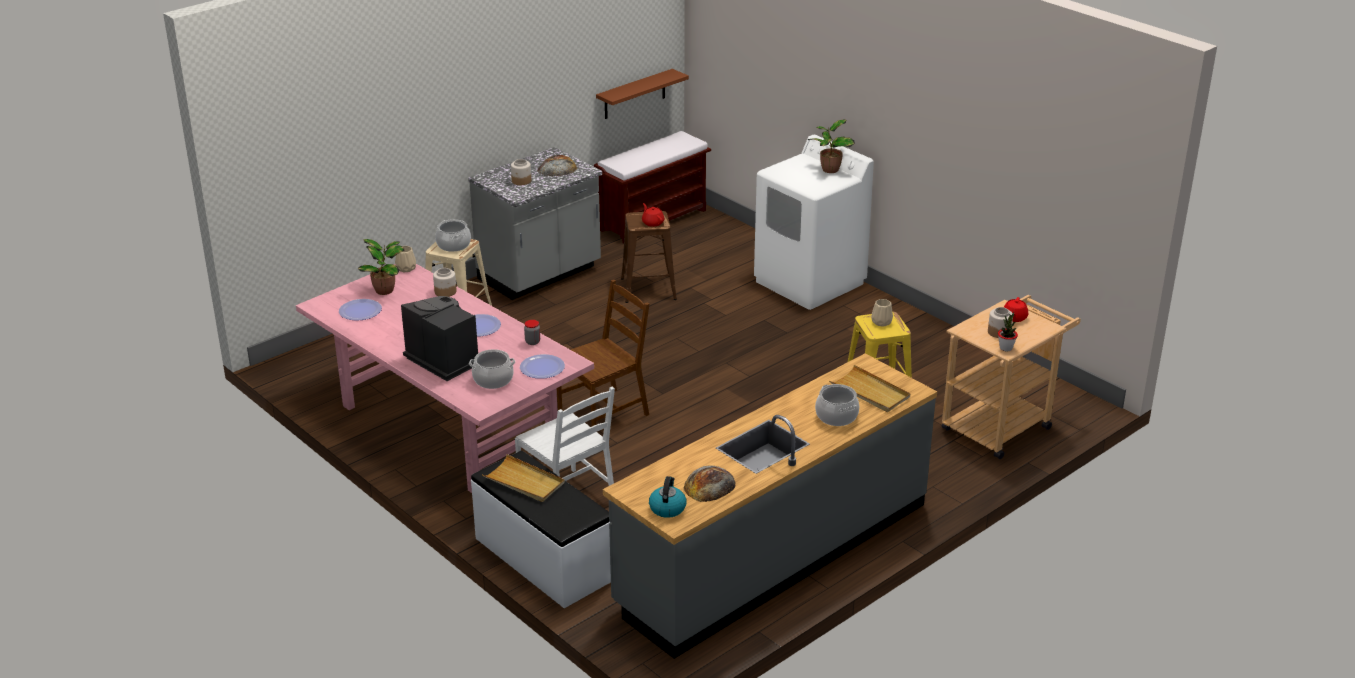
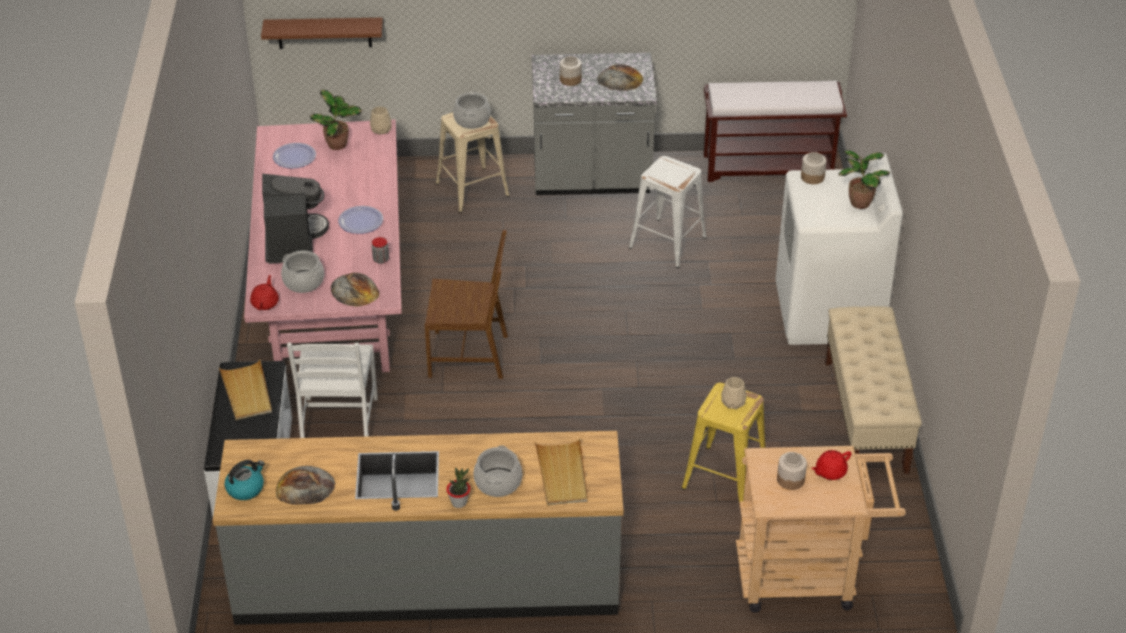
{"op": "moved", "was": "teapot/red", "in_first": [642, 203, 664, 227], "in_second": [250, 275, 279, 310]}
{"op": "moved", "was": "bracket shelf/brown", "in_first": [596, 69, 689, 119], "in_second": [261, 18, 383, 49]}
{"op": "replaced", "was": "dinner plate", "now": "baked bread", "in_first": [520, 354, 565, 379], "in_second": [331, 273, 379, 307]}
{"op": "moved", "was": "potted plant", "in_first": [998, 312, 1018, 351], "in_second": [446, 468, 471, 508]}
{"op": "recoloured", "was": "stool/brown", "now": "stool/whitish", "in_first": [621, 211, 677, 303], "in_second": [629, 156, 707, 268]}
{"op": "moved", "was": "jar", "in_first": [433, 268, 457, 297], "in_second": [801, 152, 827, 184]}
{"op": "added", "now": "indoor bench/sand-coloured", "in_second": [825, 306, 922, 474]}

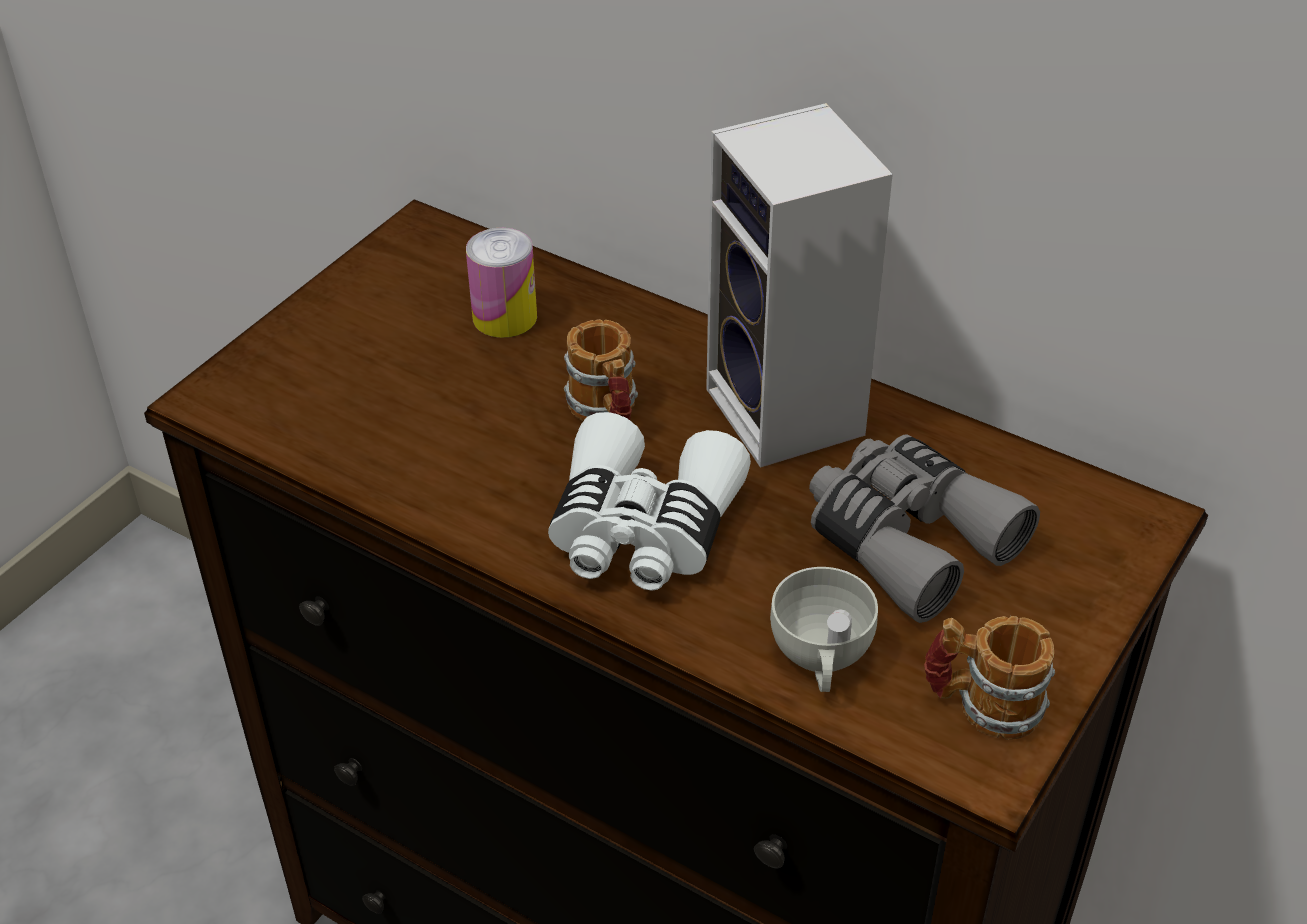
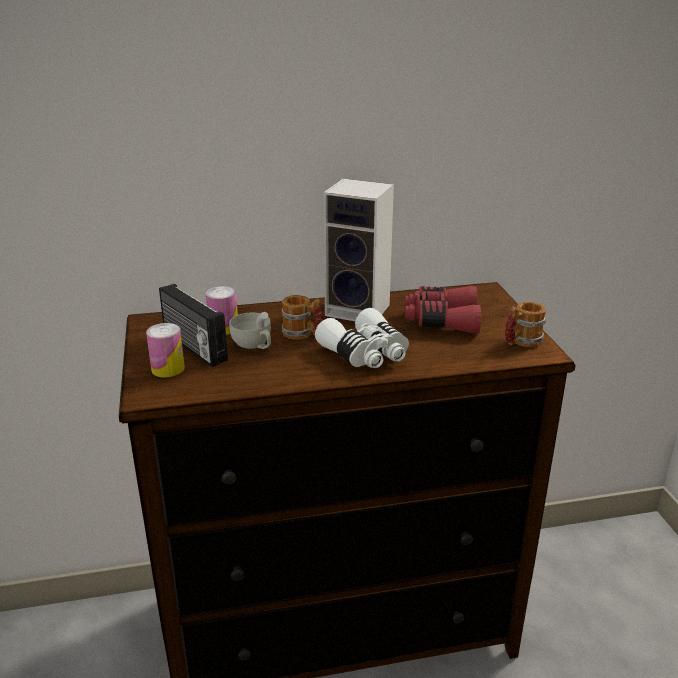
{"op": "added", "now": "can", "in_second": [146, 323, 185, 378]}
{"op": "added", "now": "radio receiver", "in_second": [159, 284, 228, 367]}
{"op": "moved", "was": "drinking cup/whitish", "in_first": [770, 567, 878, 692], "in_second": [229, 312, 271, 349]}
{"op": "recoloured", "was": "pair of binoculars/gray", "now": "pair of binoculars/red", "in_first": [809, 434, 1040, 623], "in_second": [405, 286, 481, 333]}

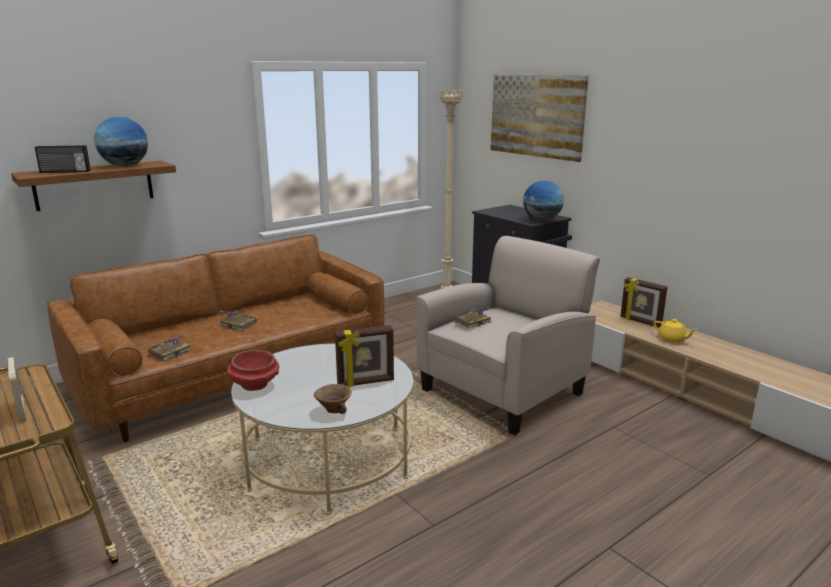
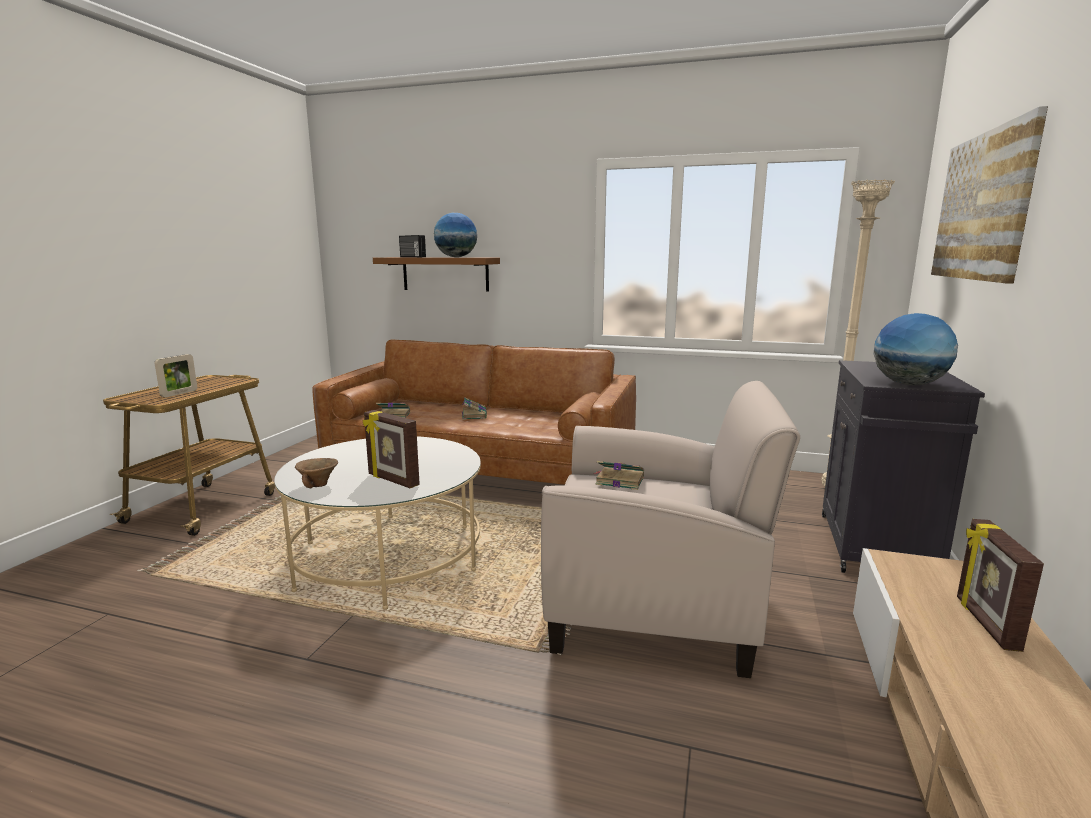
{"op": "removed", "was": "serving bowl/red", "in_first": [227, 350, 279, 391]}
{"op": "removed", "was": "teapot/yellowish", "in_first": [653, 319, 697, 343]}

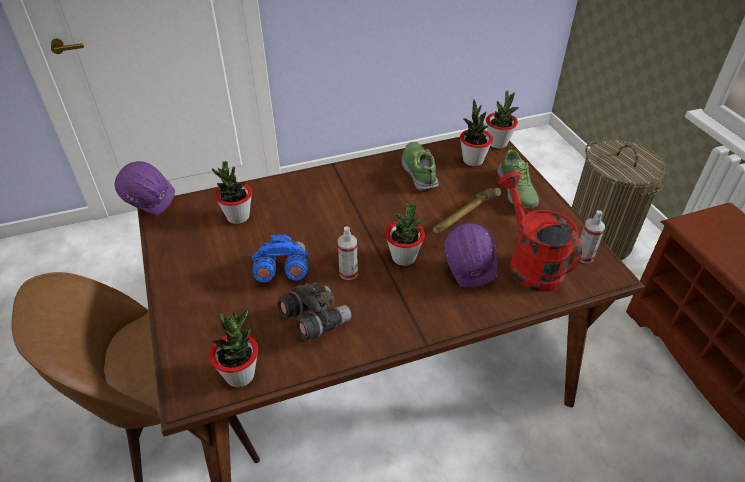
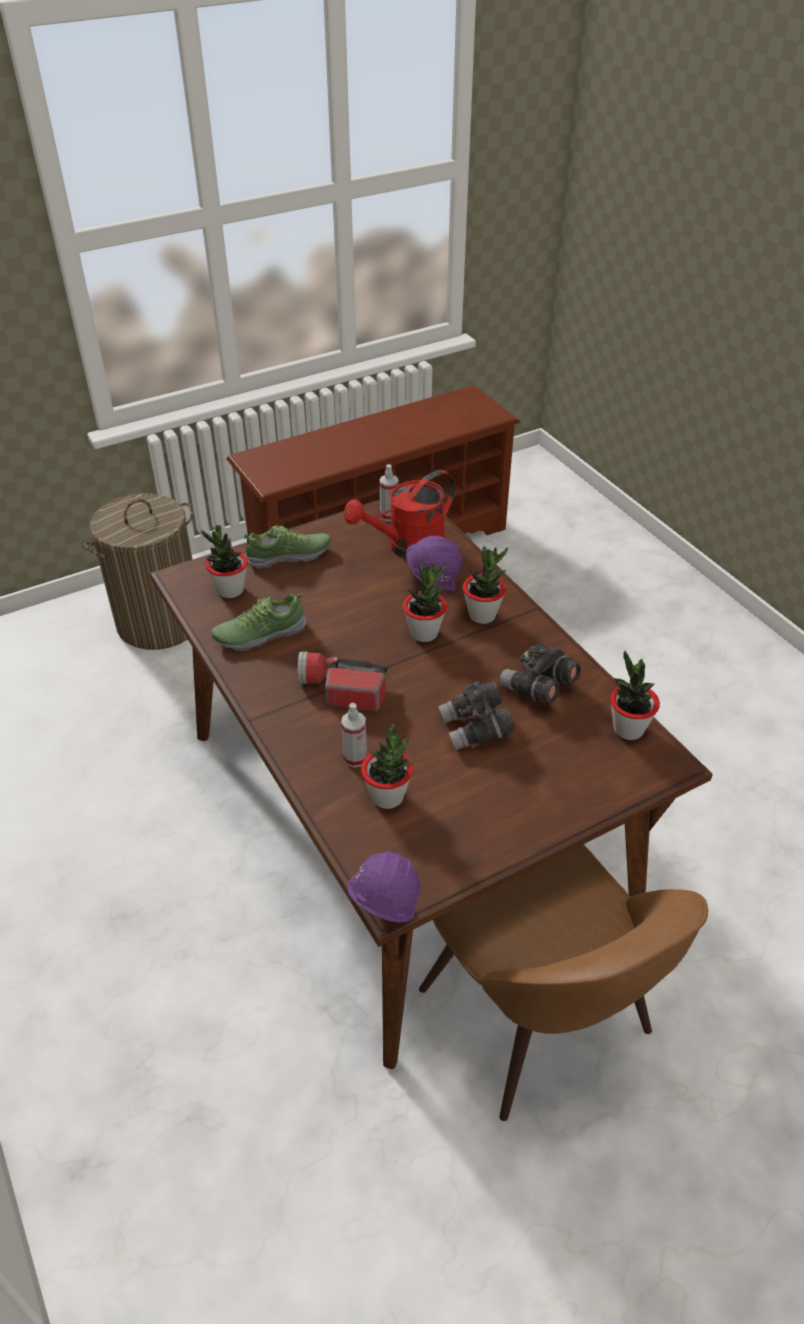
{"op": "added", "now": "torch", "in_second": [298, 652, 388, 711]}
{"op": "moved", "was": "spray bottle", "in_first": [338, 226, 358, 280], "in_second": [341, 703, 367, 767]}
{"op": "recoloured", "was": "pair of binoculars/bluish", "now": "pair of binoculars/gray", "in_first": [252, 234, 308, 282], "in_second": [438, 681, 515, 750]}
{"op": "moved", "was": "potted plant", "in_first": [486, 91, 519, 148], "in_second": [463, 546, 508, 624]}
{"op": "removed", "was": "hand hammer", "in_first": [433, 188, 501, 233]}

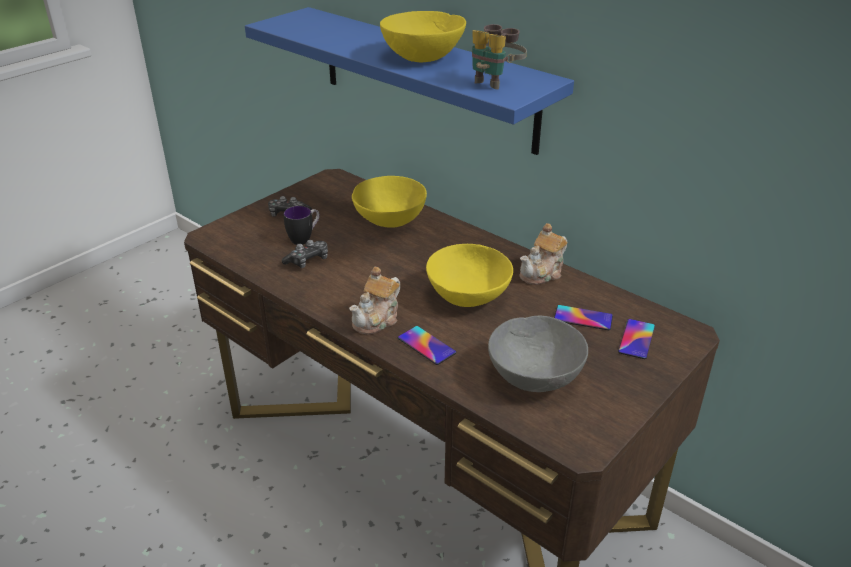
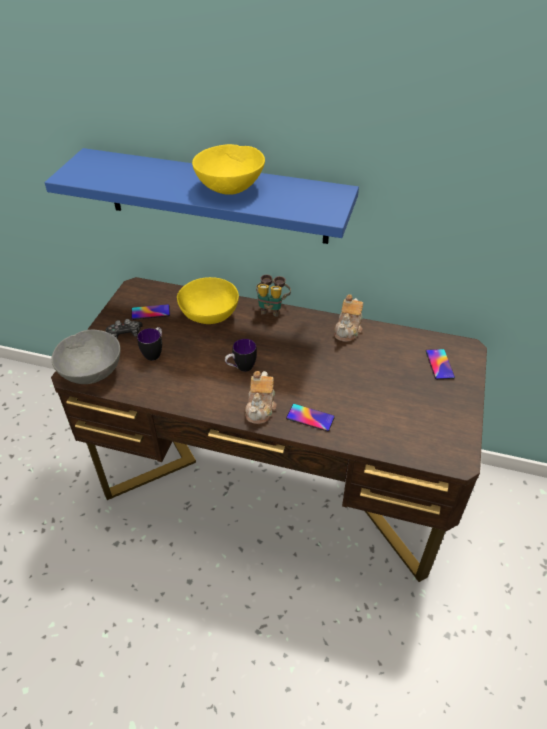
{"op": "moved", "was": "serving bowl/gray", "in_first": [488, 316, 588, 392], "in_second": [52, 330, 121, 384]}
{"op": "moved", "was": "telephone", "in_first": [554, 305, 613, 330], "in_second": [131, 304, 170, 320]}
{"op": "added", "now": "coffee mug", "in_second": [225, 339, 257, 372]}
{"op": "moved", "was": "pair of binoculars", "in_first": [472, 24, 527, 90], "in_second": [256, 274, 291, 317]}
{"op": "removed", "was": "gamepad", "in_first": [282, 240, 328, 268]}
{"op": "removed", "was": "serving bowl/yellowish", "in_first": [426, 244, 513, 307]}

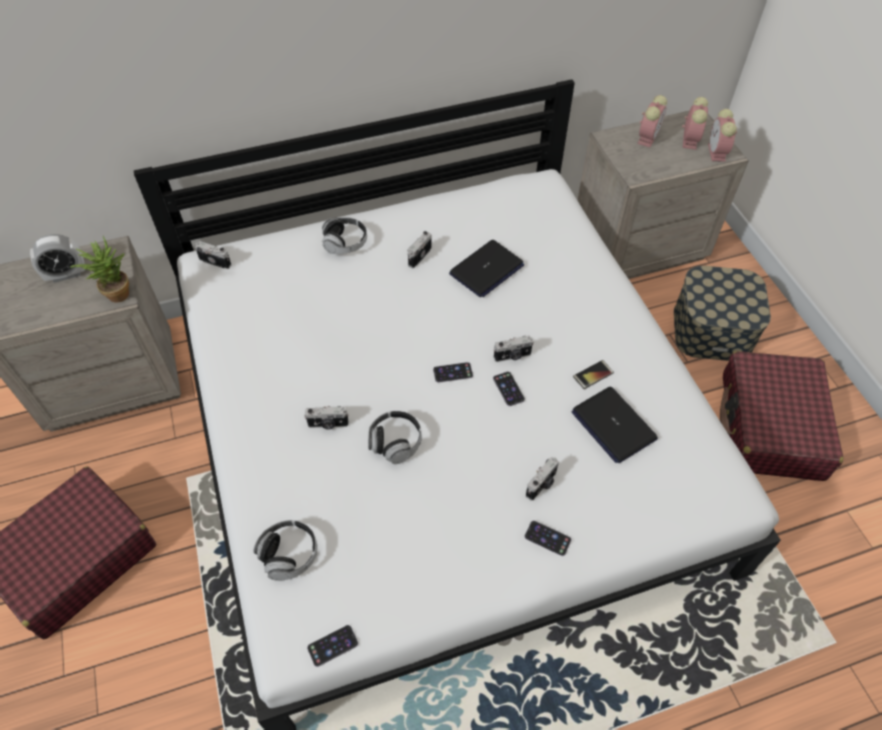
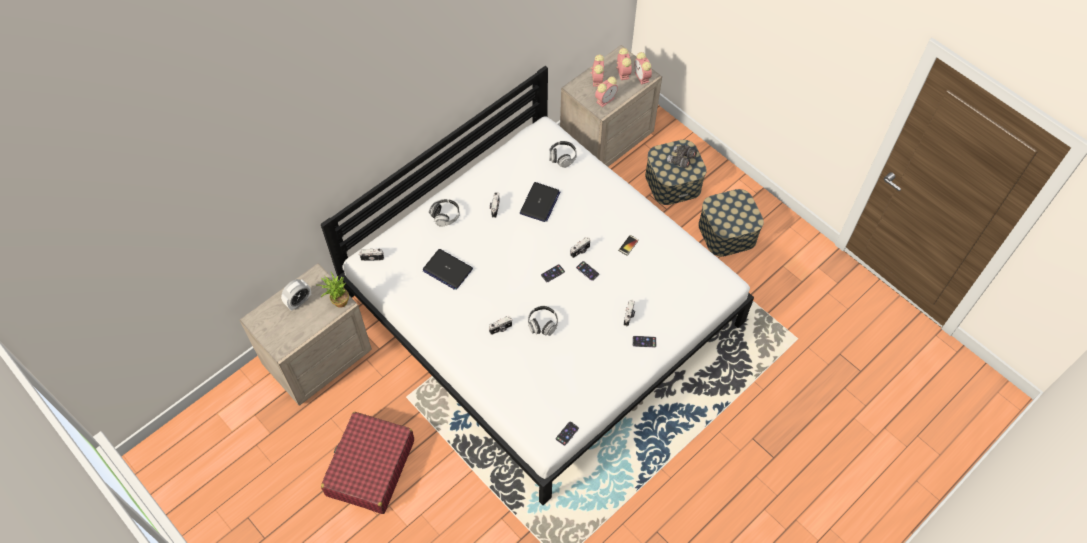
{"op": "moved", "was": "notebook computer", "in_first": [571, 387, 658, 463], "in_second": [423, 249, 473, 290]}
{"op": "moved", "was": "headset", "in_first": [254, 520, 317, 581], "in_second": [549, 141, 577, 168]}
{"op": "added", "now": "alarm clock", "in_second": [595, 77, 618, 107]}
{"op": "added", "now": "pair of binoculars/gray", "in_second": [667, 145, 697, 168]}
{"op": "replaced", "was": "piece of luggage/red", "now": "storage bin", "in_first": [720, 351, 843, 481], "in_second": [698, 189, 764, 257]}

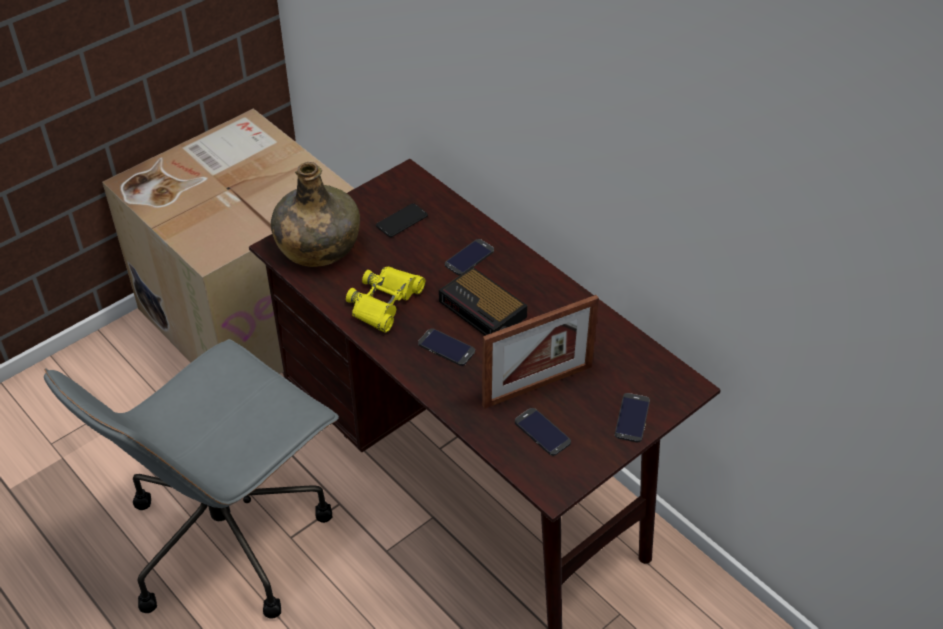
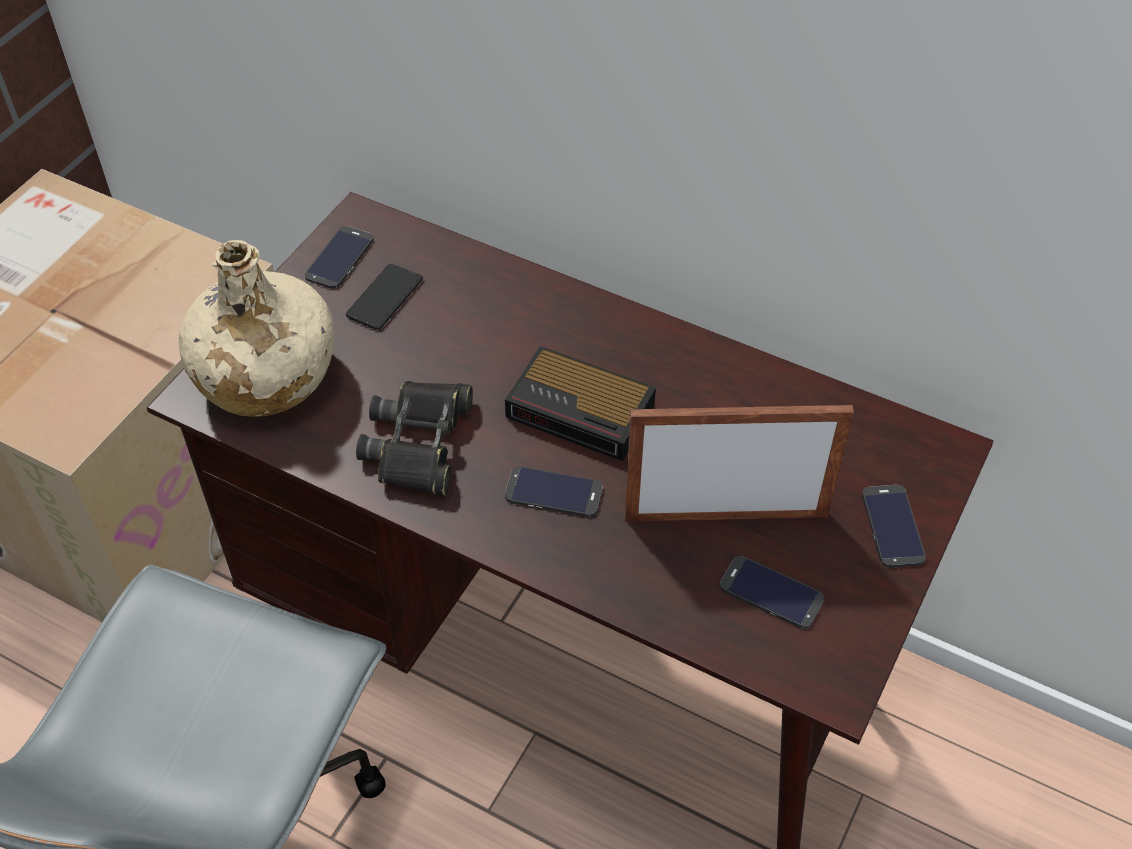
{"op": "recoloured", "was": "drink bottle/green-coloured", "now": "drink bottle/sand-coloured", "in_first": [271, 162, 360, 267], "in_second": [179, 240, 334, 417]}
{"op": "moved", "was": "telephone", "in_first": [445, 239, 494, 276], "in_second": [305, 226, 373, 289]}
{"op": "recoloured", "was": "pair of binoculars/yellowish", "now": "pair of binoculars/black", "in_first": [346, 267, 426, 333], "in_second": [356, 381, 473, 496]}
{"op": "turned", "was": "photo frame", "in_first": [482, 295, 599, 409], "in_second": [625, 405, 854, 522], "clockwise": -135}

